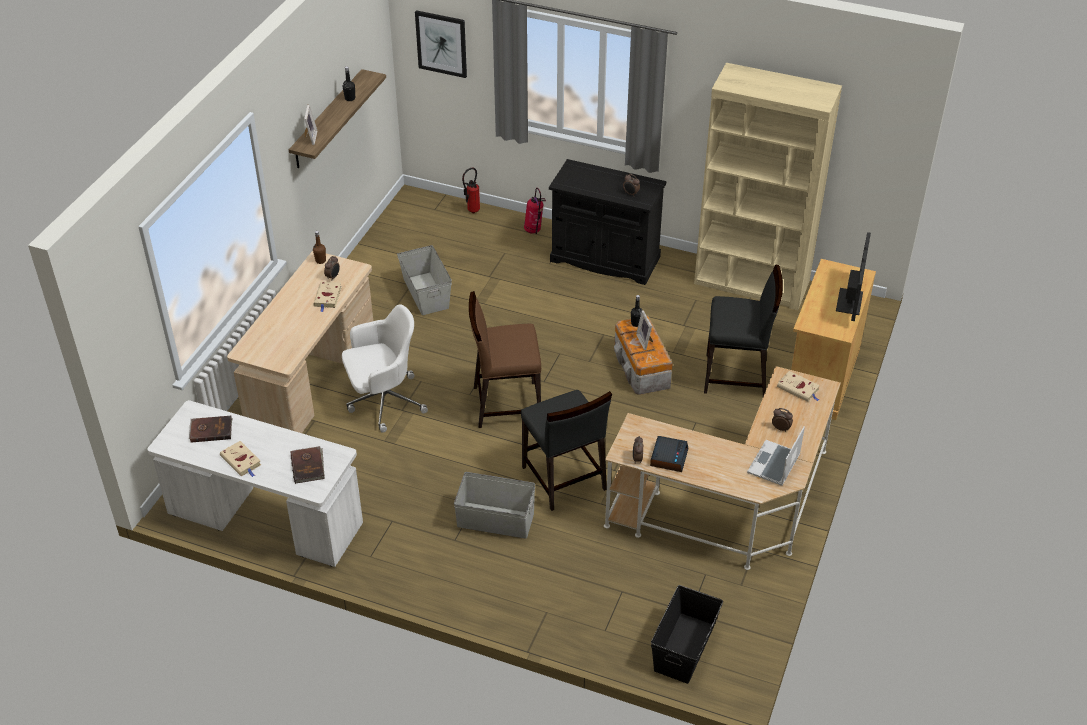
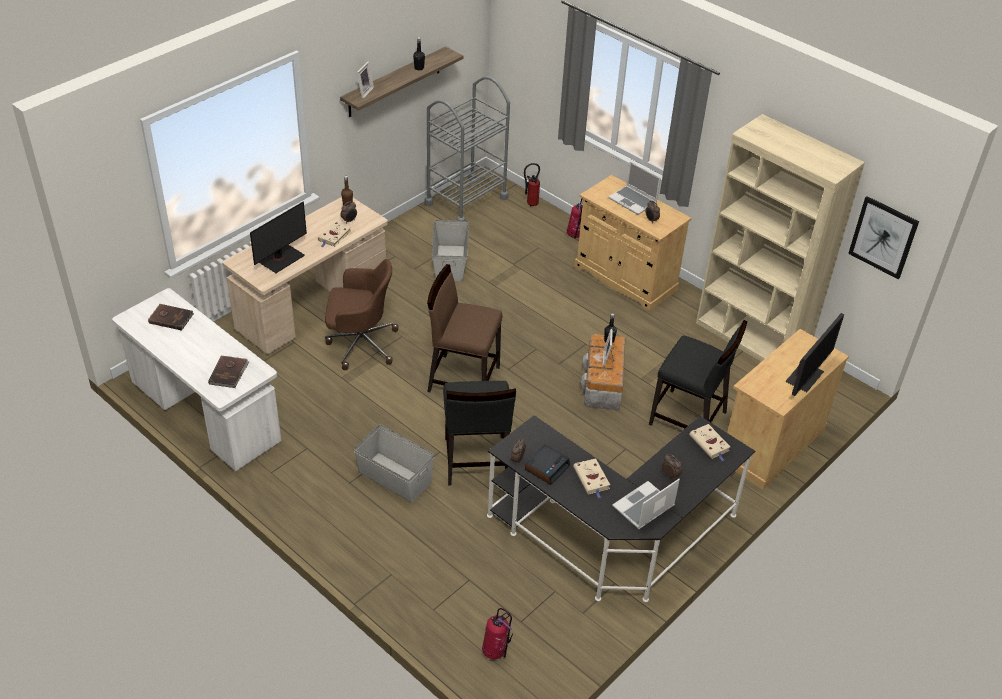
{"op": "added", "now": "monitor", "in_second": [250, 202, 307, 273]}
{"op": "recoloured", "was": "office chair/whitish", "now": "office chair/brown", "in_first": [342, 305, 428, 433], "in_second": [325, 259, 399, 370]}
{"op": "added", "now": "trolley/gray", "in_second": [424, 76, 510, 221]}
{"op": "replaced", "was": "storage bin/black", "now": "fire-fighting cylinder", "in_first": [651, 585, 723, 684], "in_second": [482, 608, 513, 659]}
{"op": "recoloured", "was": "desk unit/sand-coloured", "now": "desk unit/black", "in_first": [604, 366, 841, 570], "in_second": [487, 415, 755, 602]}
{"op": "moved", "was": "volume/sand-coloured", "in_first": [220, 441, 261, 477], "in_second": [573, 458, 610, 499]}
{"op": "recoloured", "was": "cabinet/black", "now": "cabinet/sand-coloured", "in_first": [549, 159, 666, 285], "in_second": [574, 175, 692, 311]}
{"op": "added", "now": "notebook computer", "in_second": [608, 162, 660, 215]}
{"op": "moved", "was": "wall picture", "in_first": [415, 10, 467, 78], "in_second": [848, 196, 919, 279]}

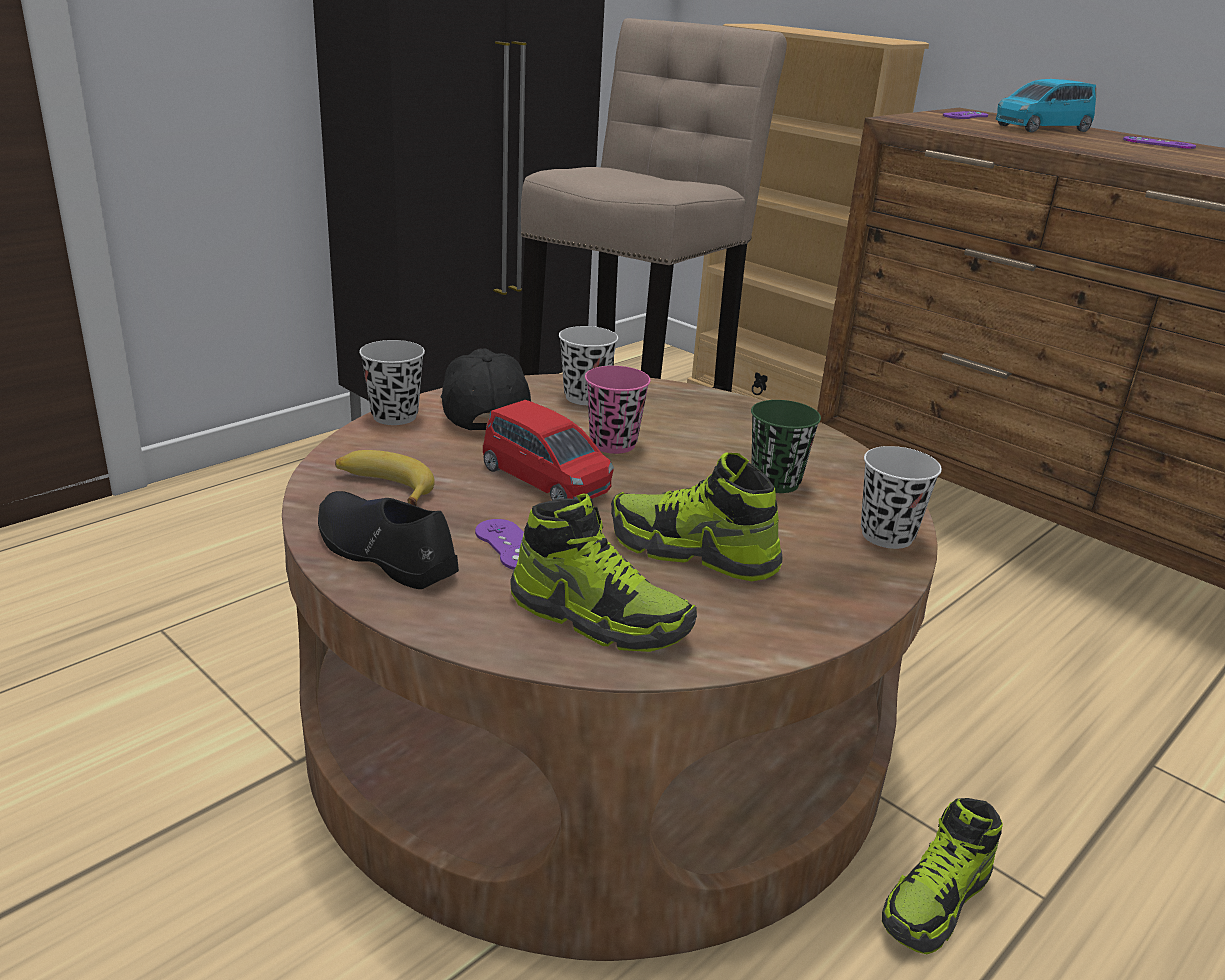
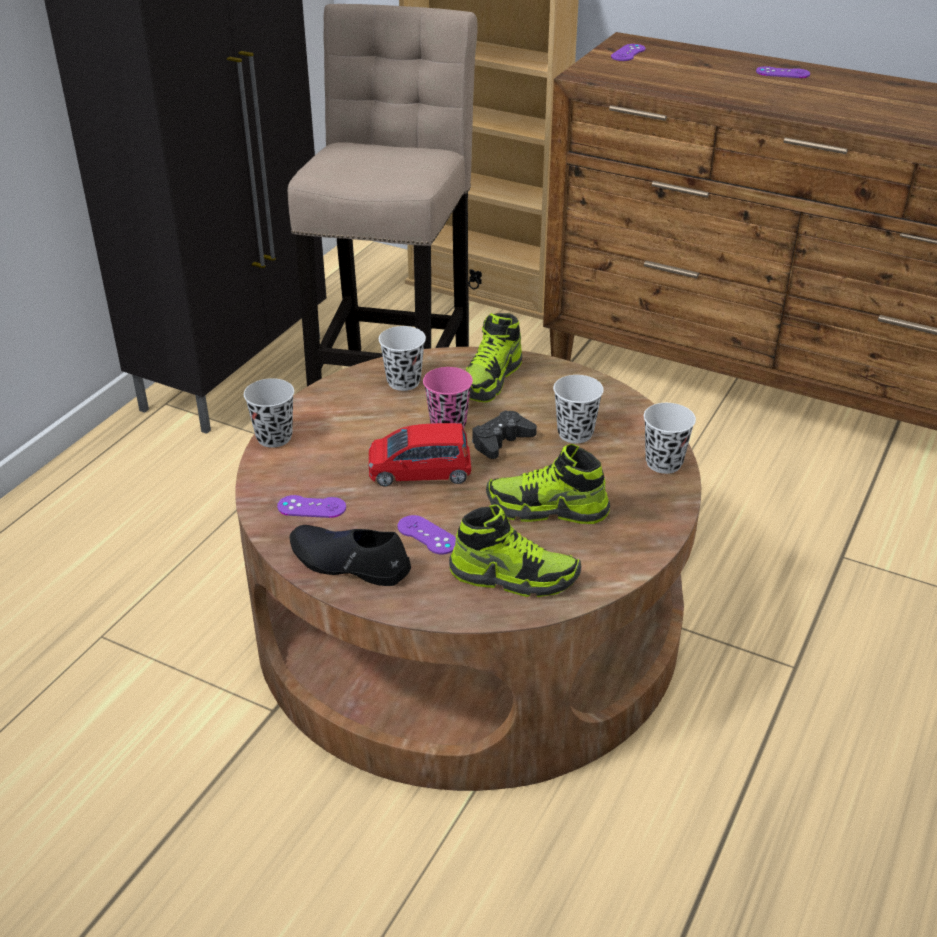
{"op": "replaced", "was": "banana", "now": "gamepad/purple", "in_first": [335, 450, 435, 506], "in_second": [277, 495, 346, 518]}
{"op": "turned", "was": "model car/red", "in_first": [483, 400, 614, 500], "in_second": [369, 423, 471, 486], "clockwise": 150}
{"op": "moved", "was": "shoe", "in_first": [882, 798, 1003, 954], "in_second": [466, 313, 522, 402]}
{"op": "added", "now": "gamepad/black", "in_second": [472, 410, 537, 459]}
{"op": "recoloured", "was": "drinking cup/green-coloured", "now": "drinking cup/whitish", "in_first": [751, 400, 821, 493], "in_second": [553, 375, 604, 444]}
{"op": "removed", "was": "baseball cap/black", "in_first": [440, 349, 531, 431]}
{"op": "removed", "was": "model car/bluish", "in_first": [996, 79, 1096, 132]}

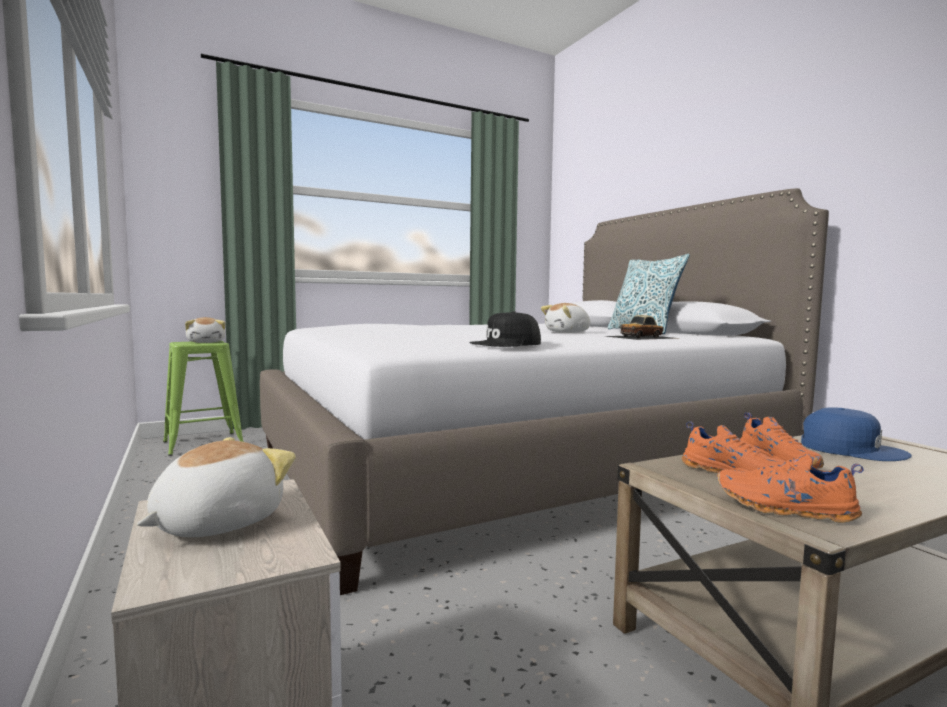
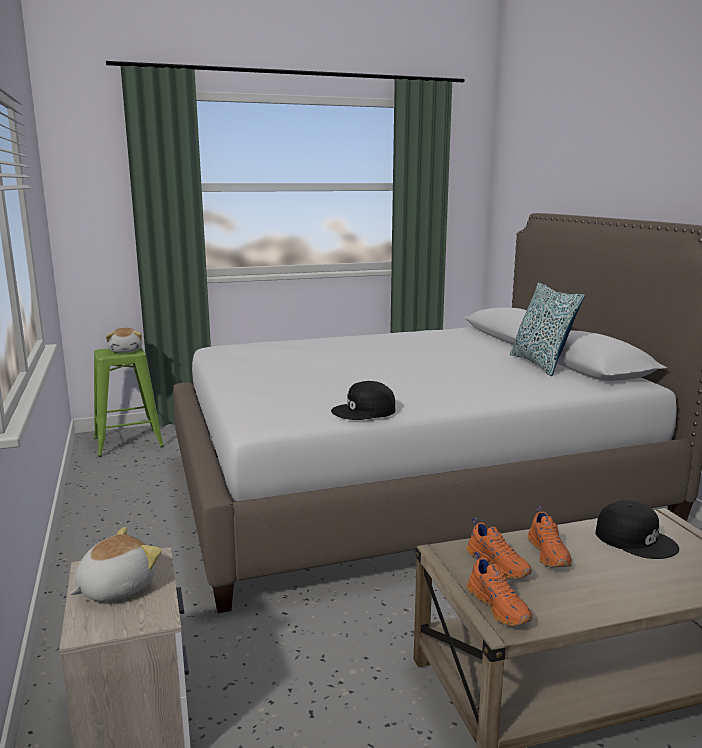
{"op": "turned", "was": "shoe/orange", "in_first": [717, 454, 863, 523], "in_second": [467, 552, 532, 626], "clockwise": -150}
{"op": "recoloured", "was": "baseball cap/bluish", "now": "baseball cap/black", "in_first": [801, 408, 912, 461], "in_second": [595, 500, 679, 559]}
{"op": "removed", "was": "cuddly toy", "in_first": [541, 303, 591, 333]}
{"op": "removed", "was": "model car", "in_first": [606, 315, 677, 340]}

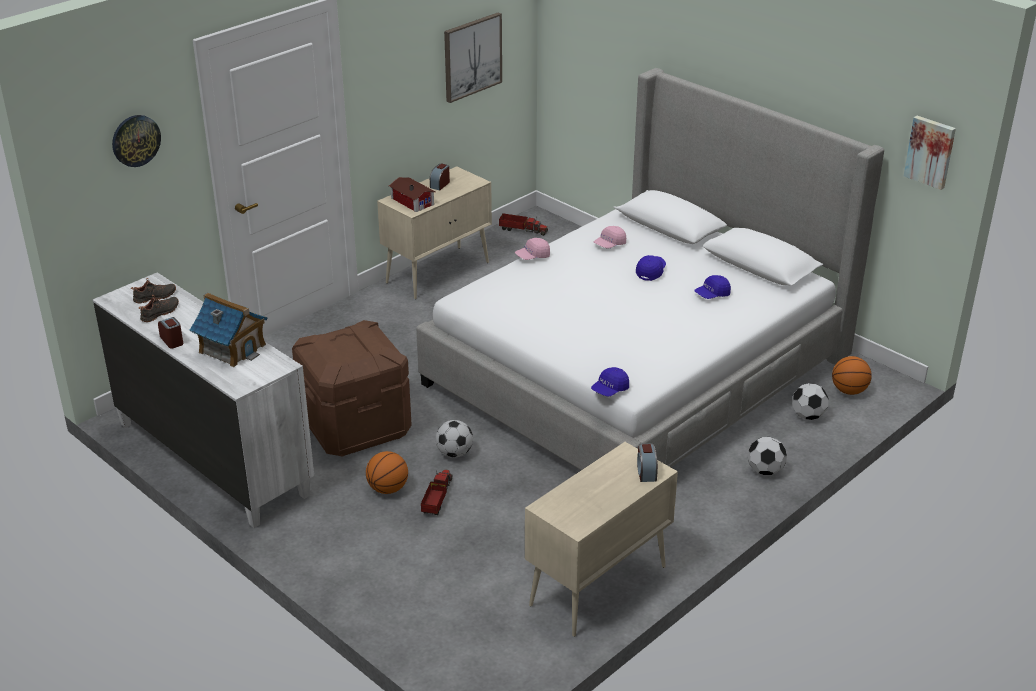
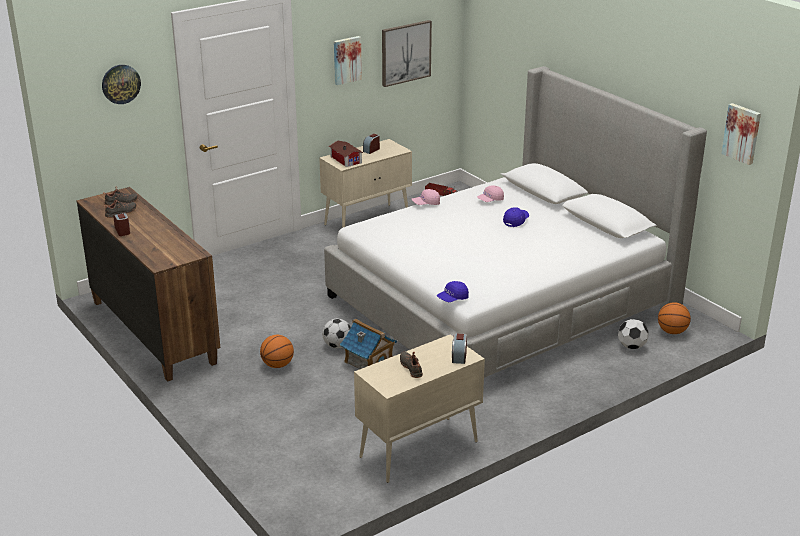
{"op": "recoloured", "was": "drawer chest/whitish", "now": "drawer chest/brown", "in_first": [93, 273, 314, 528], "in_second": [76, 187, 220, 382]}
{"op": "added", "now": "wall picture", "in_second": [334, 36, 362, 85]}
{"op": "moved", "was": "model house", "in_first": [190, 293, 268, 367], "in_second": [340, 318, 397, 369]}
{"op": "added", "now": "shoe/black", "in_second": [400, 352, 423, 378]}
{"op": "removed", "was": "storage bin/brown", "in_first": [292, 320, 412, 456]}
{"op": "removed", "was": "toy truck", "in_first": [421, 470, 453, 515]}
{"op": "removed", "was": "baseball cap/bluish", "in_first": [694, 275, 731, 299]}
{"op": "removed", "was": "football ball", "in_first": [748, 437, 787, 475]}

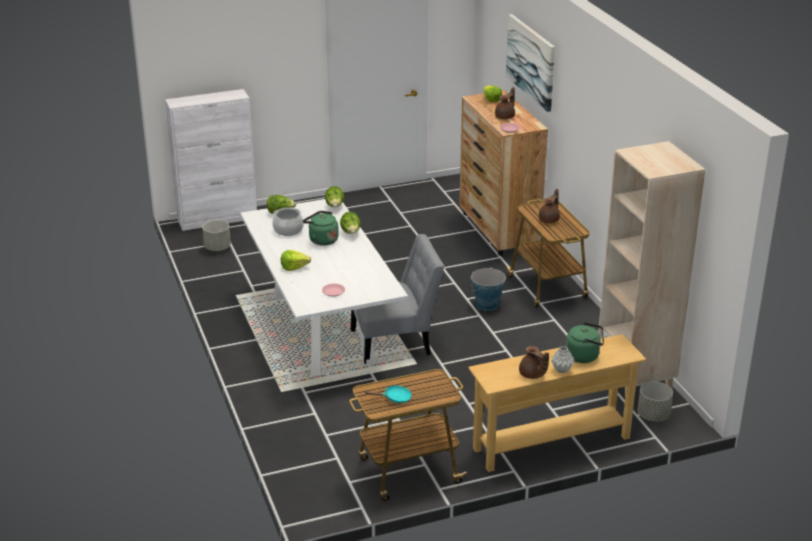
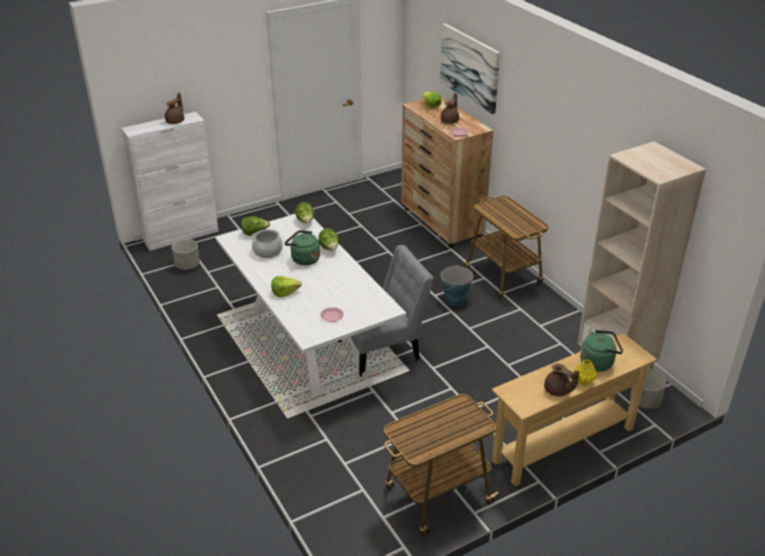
{"op": "moved", "was": "teapot/brown", "in_first": [539, 189, 560, 223], "in_second": [165, 93, 184, 124]}
{"op": "recoloured", "was": "vase/gray", "now": "vase/yellowish", "in_first": [551, 346, 574, 373], "in_second": [574, 359, 597, 386]}
{"op": "removed", "was": "skillet/turquoise-coloured", "in_first": [365, 385, 412, 403]}

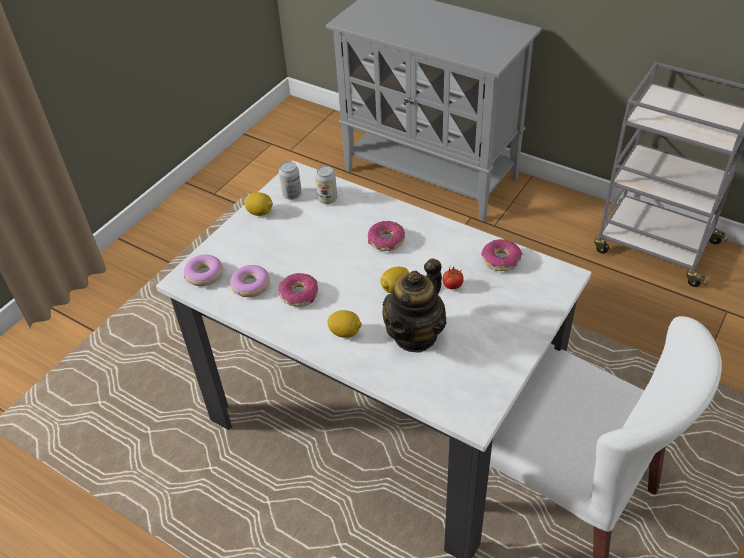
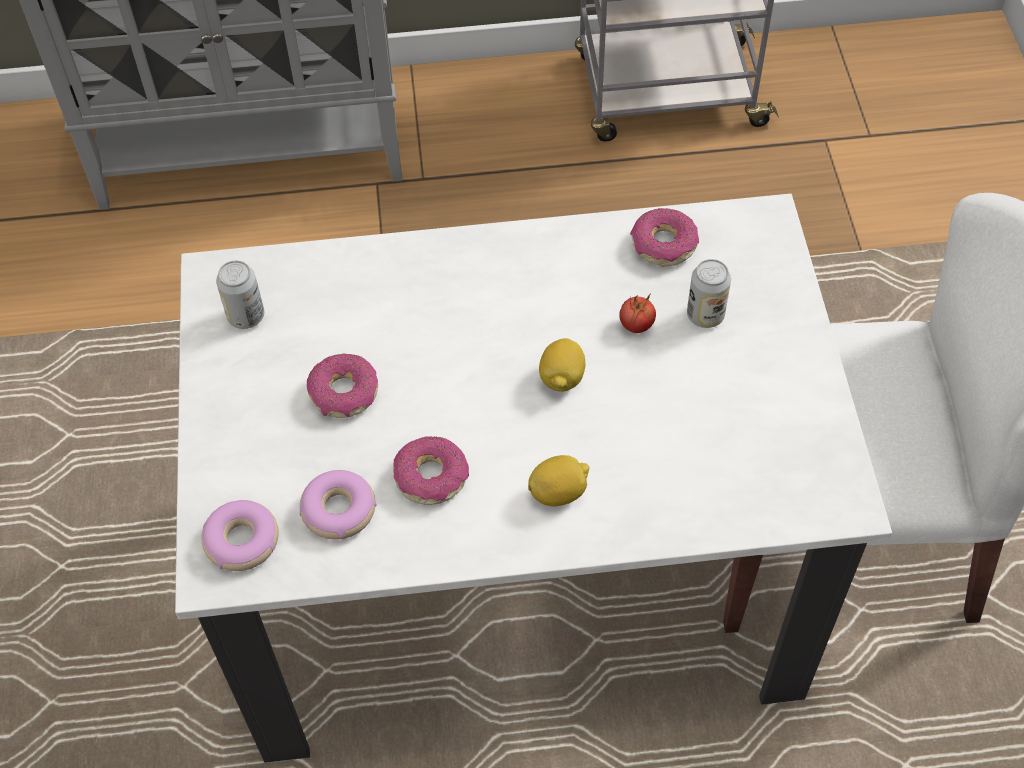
{"op": "moved", "was": "donut", "in_first": [368, 221, 405, 251], "in_second": [307, 353, 378, 418]}
{"op": "moved", "was": "can", "in_first": [315, 166, 337, 204], "in_second": [687, 259, 731, 328]}
{"op": "removed", "was": "lemon", "in_first": [244, 192, 273, 216]}
{"op": "removed", "was": "teapot", "in_first": [382, 258, 447, 353]}

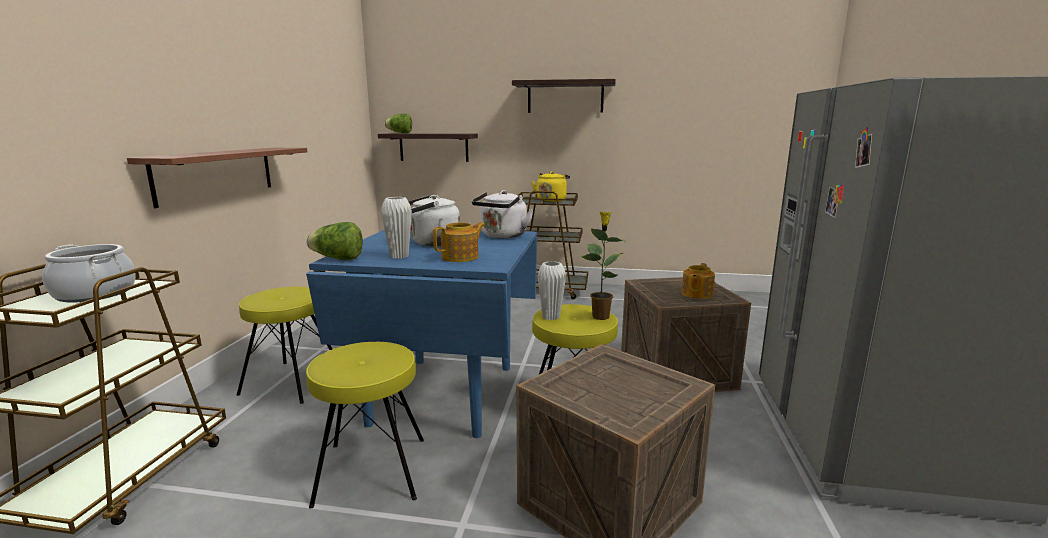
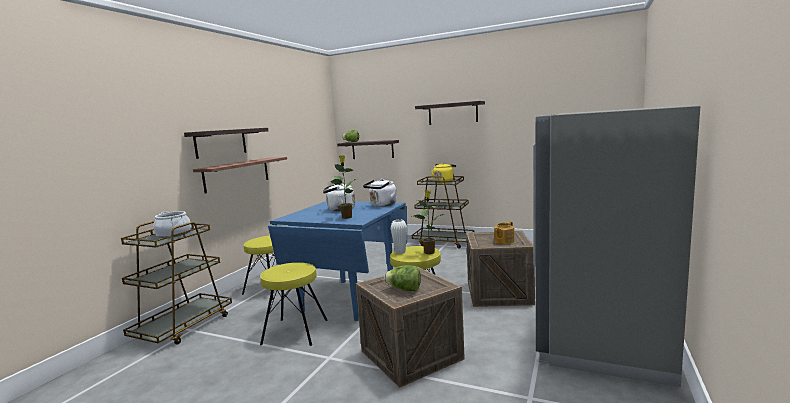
{"op": "added", "now": "bracket shelf", "in_second": [184, 128, 268, 159]}
{"op": "replaced", "was": "teapot", "now": "potted plant", "in_first": [433, 222, 485, 262], "in_second": [330, 155, 356, 219]}
{"op": "moved", "was": "lettuce head", "in_first": [307, 222, 363, 260], "in_second": [384, 265, 421, 291]}
{"op": "removed", "was": "vase/whitish", "in_first": [381, 197, 412, 259]}

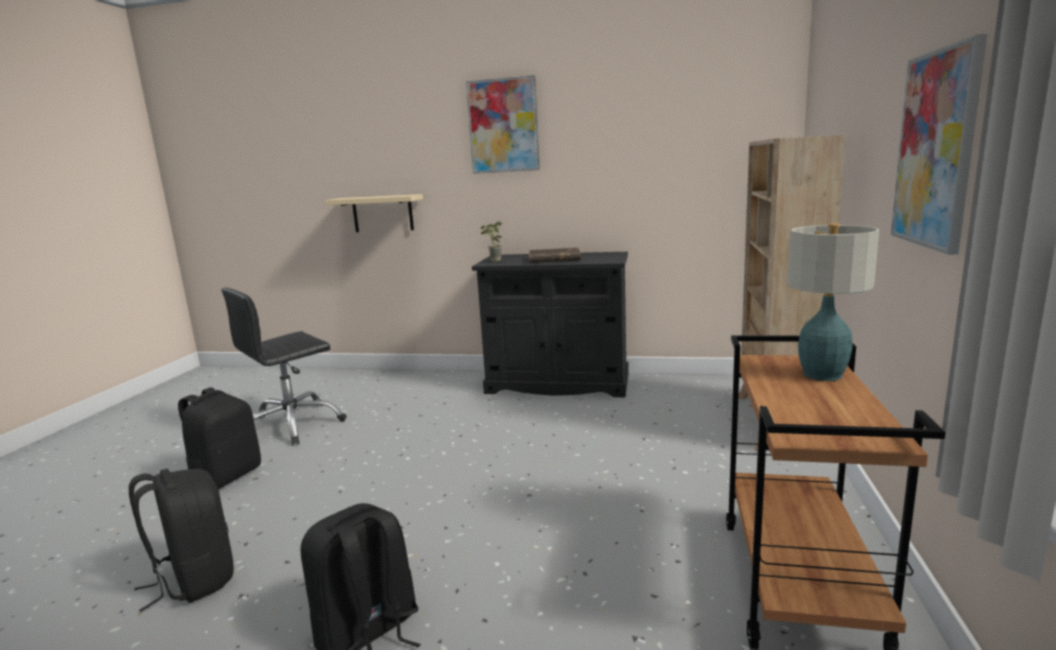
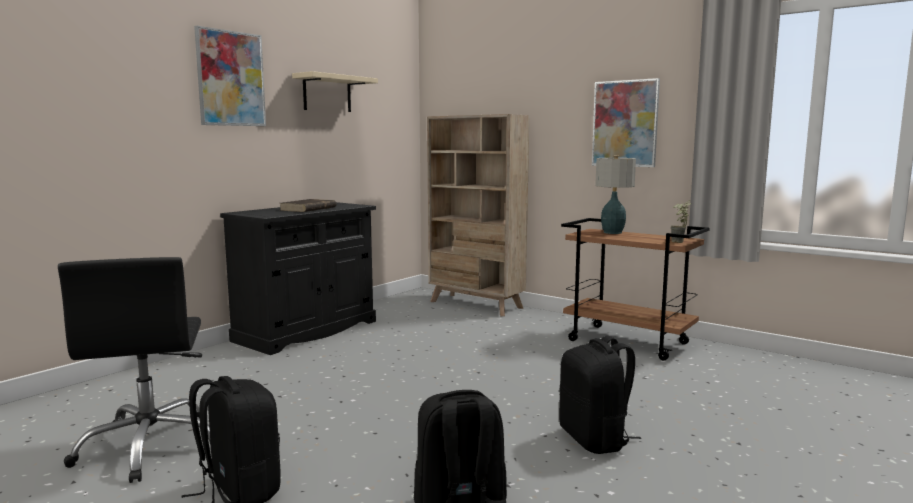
{"op": "moved", "was": "bracket shelf/sand-coloured", "in_first": [325, 194, 423, 232], "in_second": [292, 71, 378, 112]}
{"op": "moved", "was": "potted plant", "in_first": [480, 221, 502, 261], "in_second": [671, 200, 692, 243]}

